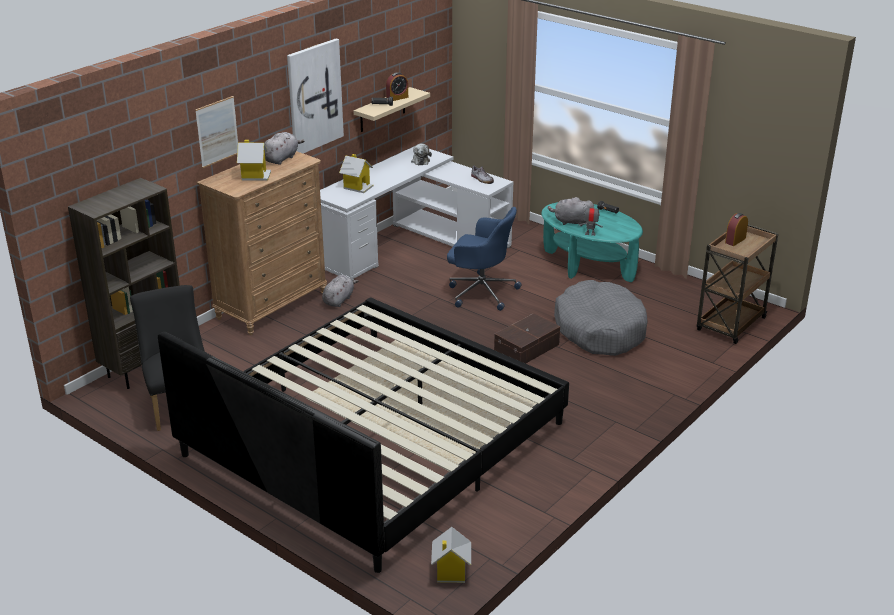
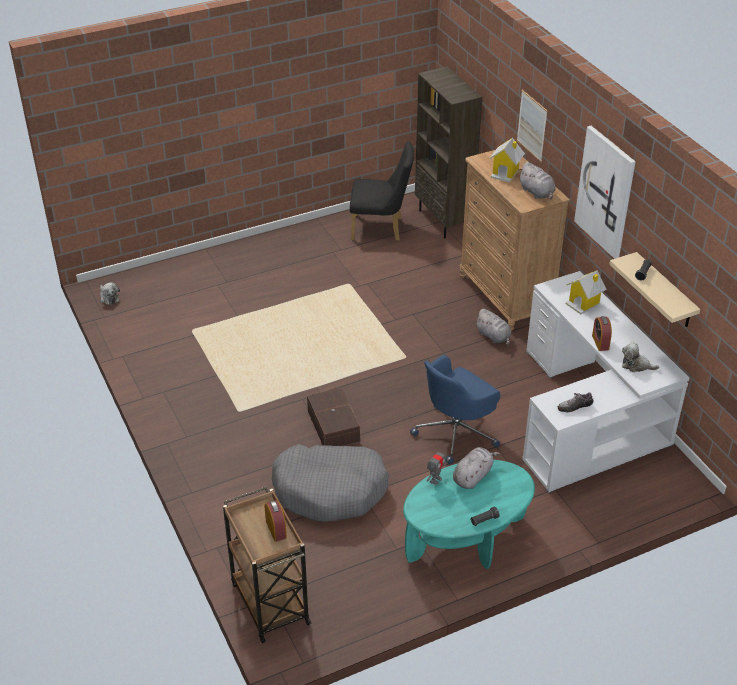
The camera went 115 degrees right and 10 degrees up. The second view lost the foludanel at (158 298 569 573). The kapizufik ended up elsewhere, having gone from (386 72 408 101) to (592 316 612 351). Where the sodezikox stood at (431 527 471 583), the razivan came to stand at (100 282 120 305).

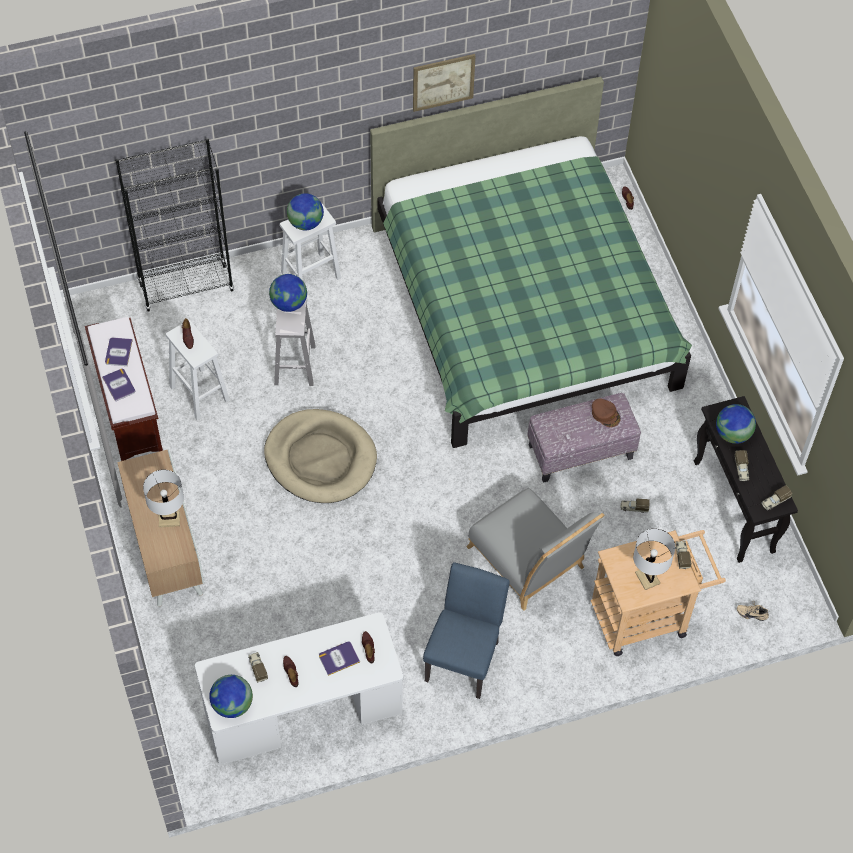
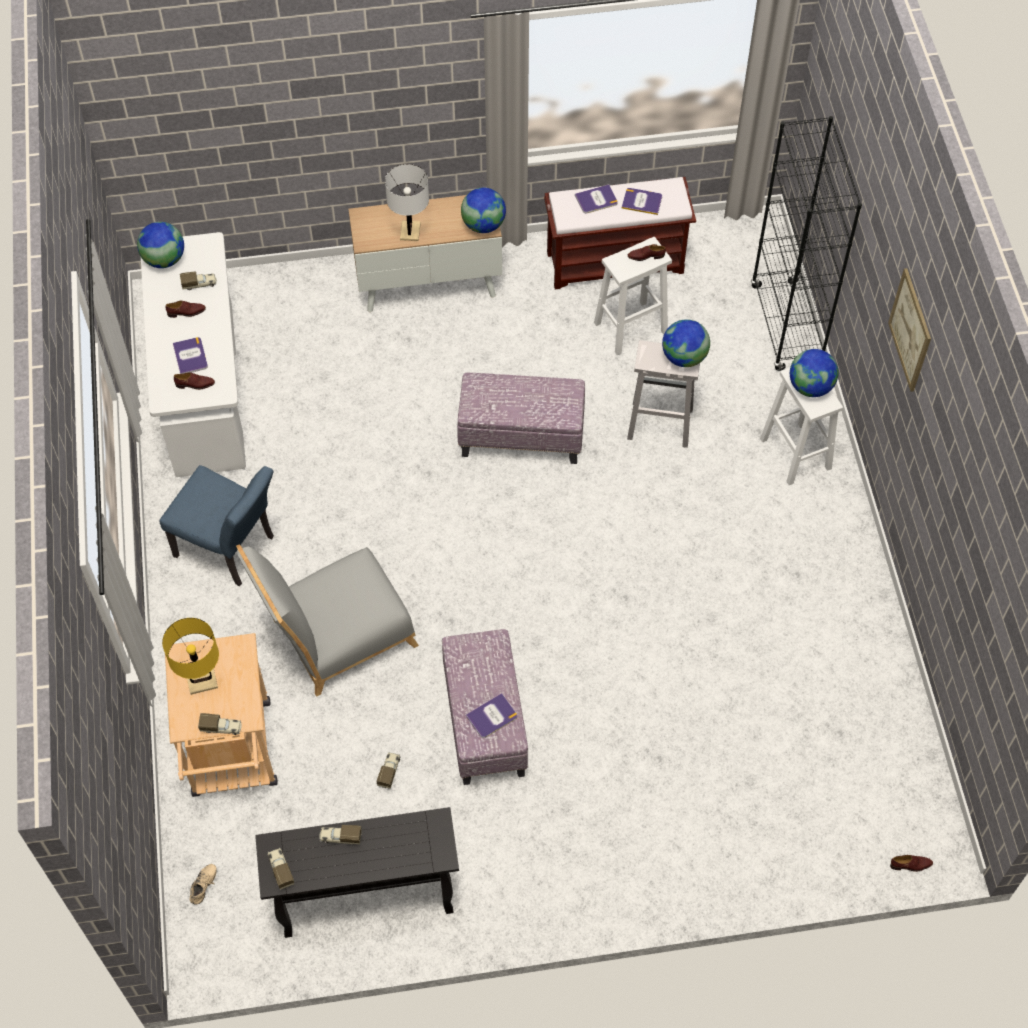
The camera went 100 degrees right and 0 degrees up. Where the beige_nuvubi stood at (264 409 377 503), the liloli came to stand at (457 373 585 464). The second view lost the green_foludanel at (370 76 692 448). The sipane ended up elsewhere, having gone from (413 54 476 112) to (888 268 931 392). Where the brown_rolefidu stood at (592 398 621 427), the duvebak came to stand at (466 693 517 738). What was the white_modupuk at (633 528 675 590) turned into the yellow_modupuk at (162 618 219 695). The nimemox ended up elsewhere, having gone from (716 404 756 444) to (461 188 506 233).

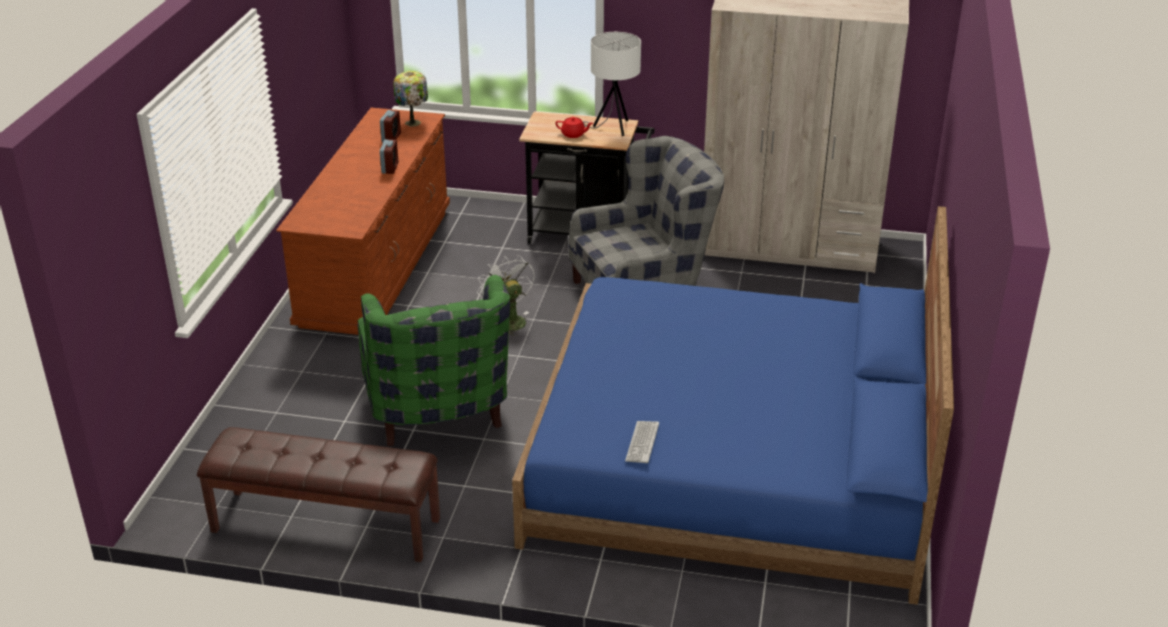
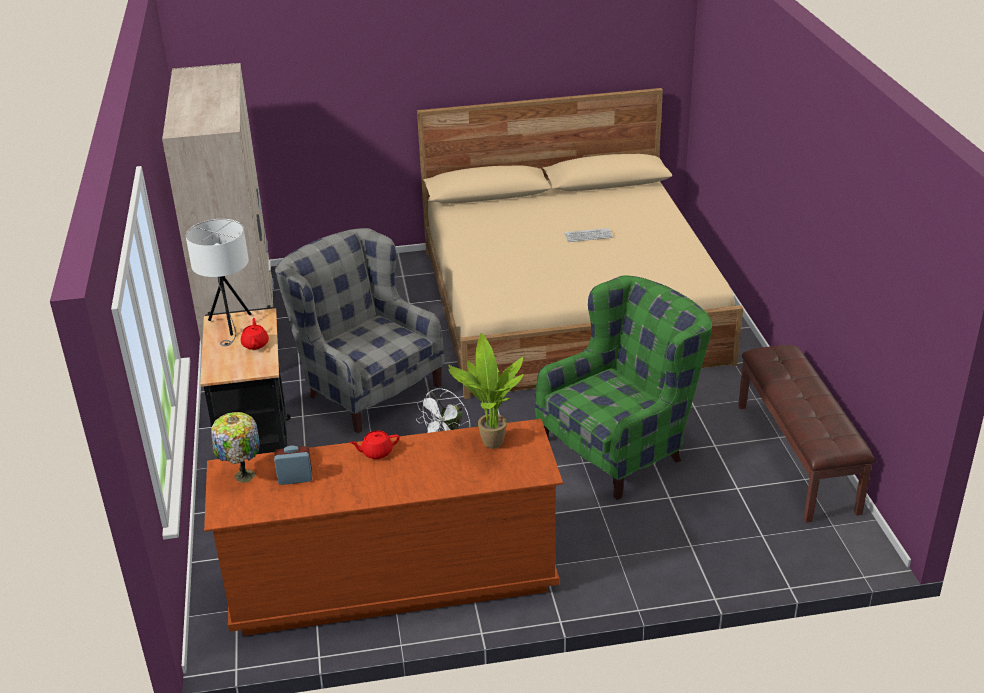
The camera went 110 degrees left and 0 degrees up. Where the kapizufik stood at (380 139 398 174), the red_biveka came to stand at (350 430 400 459). What was the blue_foludanel at (512 206 954 605) turned into the beige_foludanel at (417 88 743 399). The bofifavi ended up elsewhere, having gone from (625 421 659 463) to (564 228 613 242). The second view gained the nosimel at (448 333 523 449).

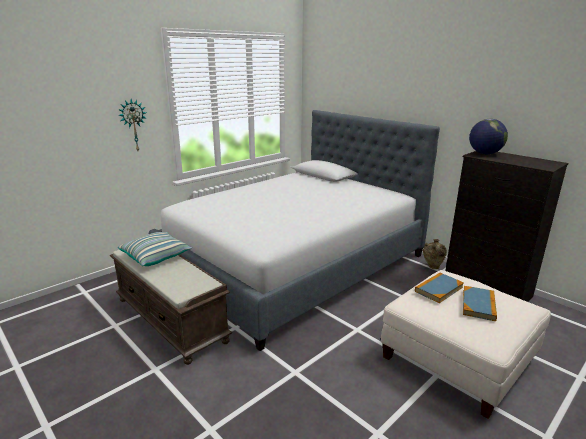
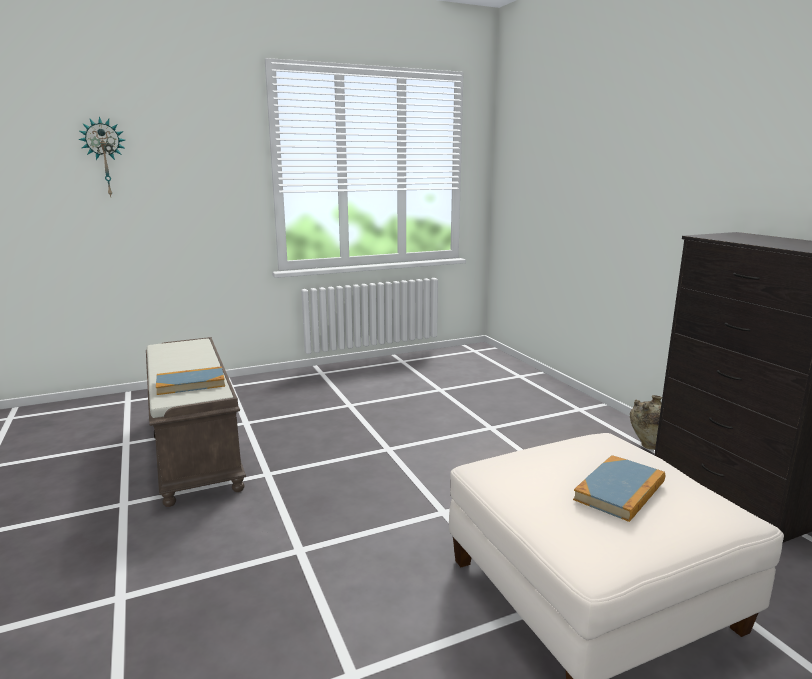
The camera went 20 degrees right and 5 degrees down. The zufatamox ended up elsewhere, having gone from (118 99 146 151) to (78 116 126 197). The second view lost the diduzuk at (118 232 192 266). The second view lost the foludanel at (149 110 440 351). The duvebak ended up elsewhere, having gone from (415 273 464 303) to (156 366 225 395). The second view lost the nimemox at (469 119 508 154).

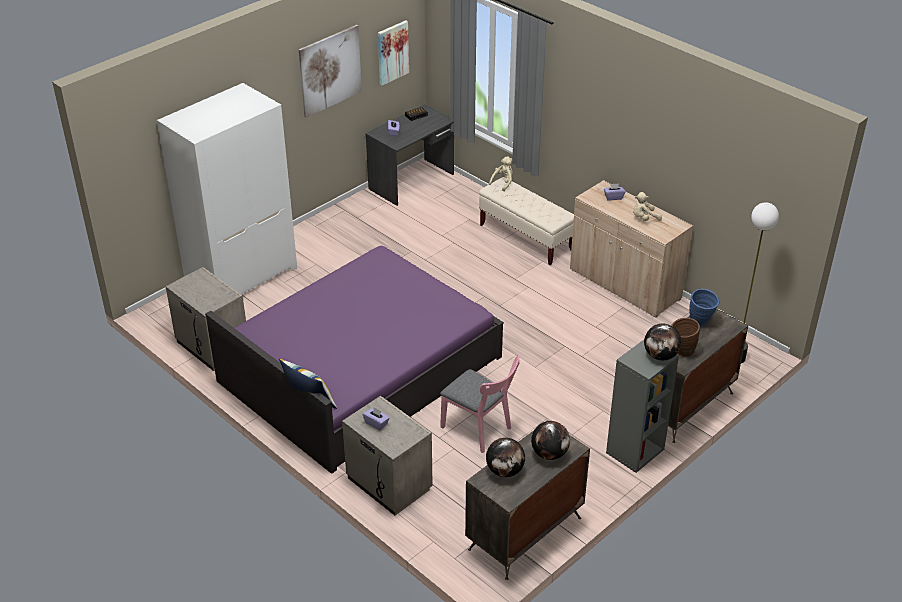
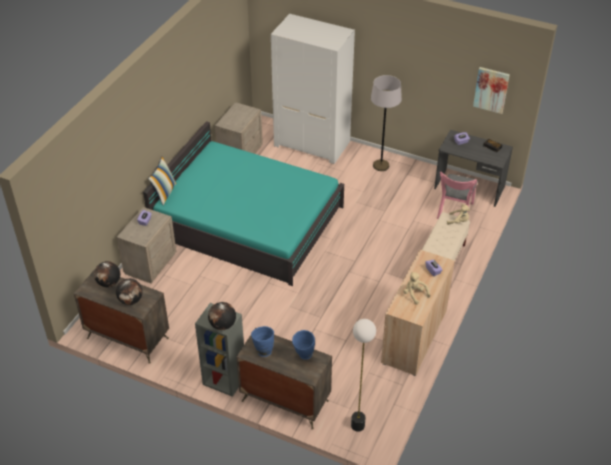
The camera went 70 degrees right and 5 degrees up. What was the purple_foludanel at (205 246 504 474) turned into the turquoise_foludanel at (143 121 345 286). The second view lost the sipane at (299 25 362 118). The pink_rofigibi ended up elsewhere, having gone from (440 355 520 453) to (437 172 478 219). What was the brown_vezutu at (671 318 700 357) turned into the blue_vezutu at (251 326 274 357). The second view gained the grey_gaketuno at (371 75 402 171).

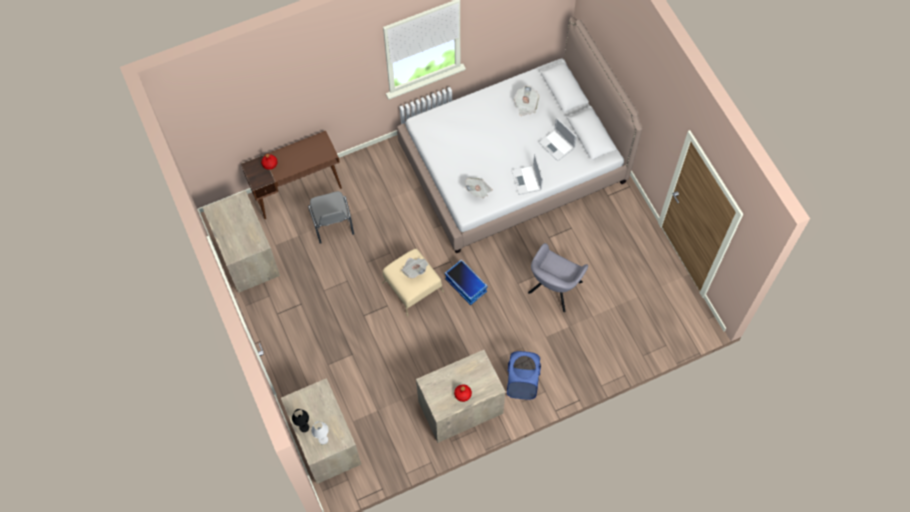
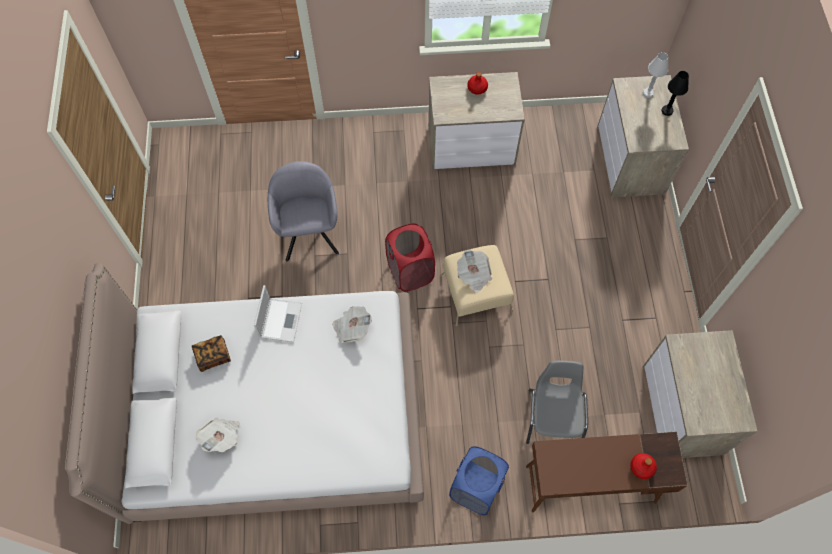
The camera went 160 degrees left and 0 degrees up. Where the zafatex stood at (445 259 488 305), the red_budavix came to stand at (385 223 435 292). The blue_budavix ended up elsewhere, having gone from (507 351 541 400) to (449 446 509 515). The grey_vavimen at (528 243 588 312) ended up facing another way, 60 degrees counterclockwise from before. Where the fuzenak stood at (538 117 577 161), the duvebak came to stand at (192 335 231 372).

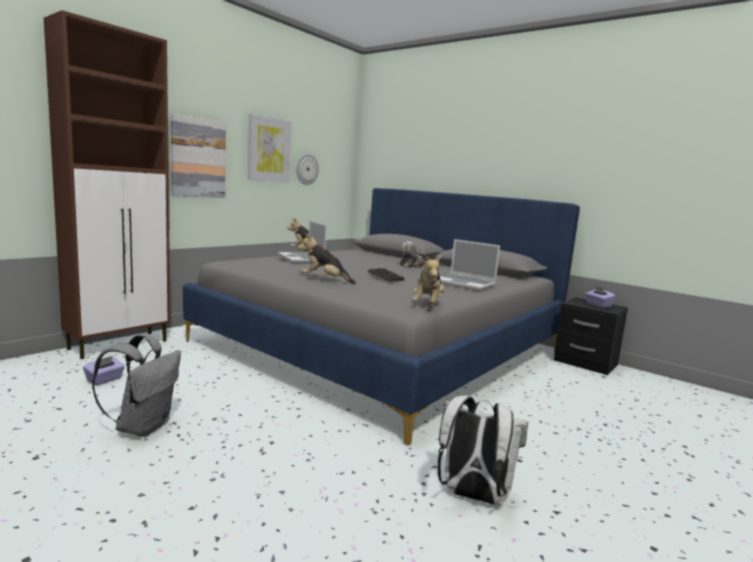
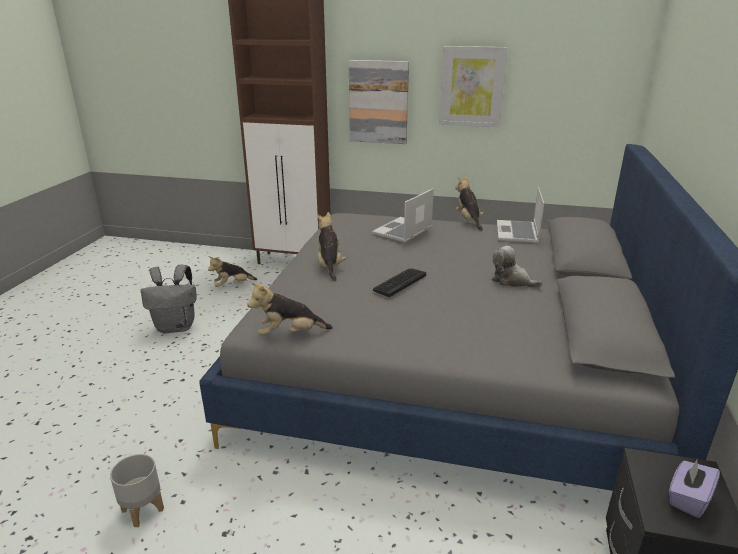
The camera went 65 degrees right and 15 degrees up. Where the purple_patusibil stood at (83 356 125 385), the razivan came to stand at (208 256 257 287). The second view lost the zufatamox at (296 154 319 185). Where the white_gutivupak stood at (438 395 528 505), the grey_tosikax came to stand at (110 454 164 527). The fuzenak ended up elsewhere, having gone from (440 239 500 291) to (497 187 544 243).

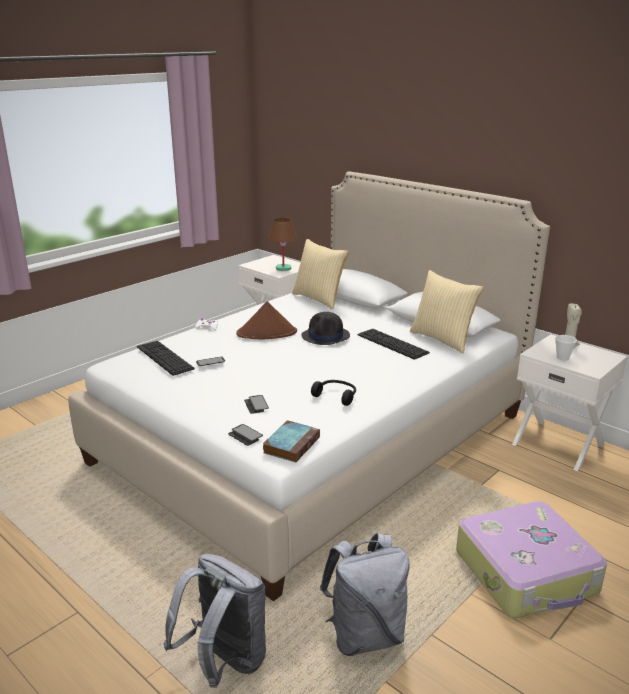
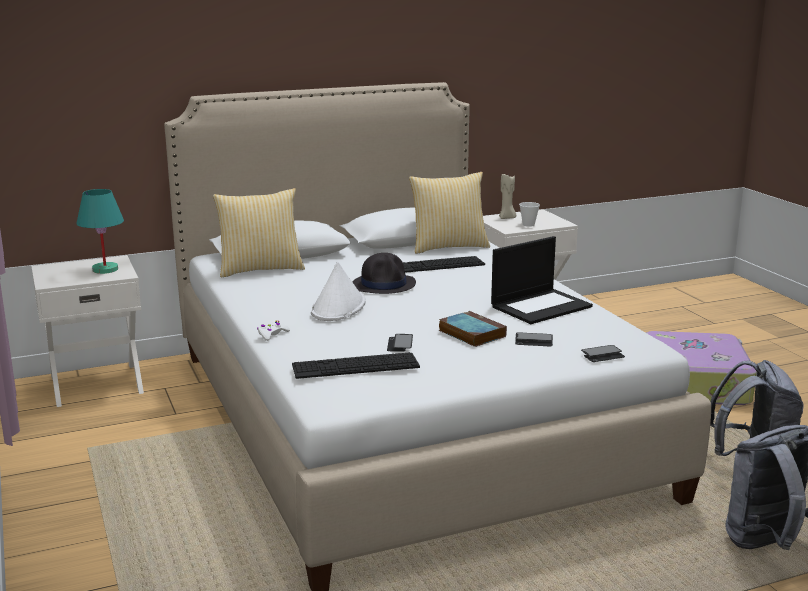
The camera went 65 degrees left and 5 degrees down. What was the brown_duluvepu at (236 301 297 339) turned into the white_duluvepu at (311 262 366 321). The duvebak ended up elsewhere, having gone from (263 420 320 462) to (439 311 507 347). What was the brown_modupuk at (269 218 297 271) turned into the turquoise_modupuk at (76 189 124 274). Where the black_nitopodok stood at (311 380 356 406), the fuzenak came to stand at (491 236 593 324).

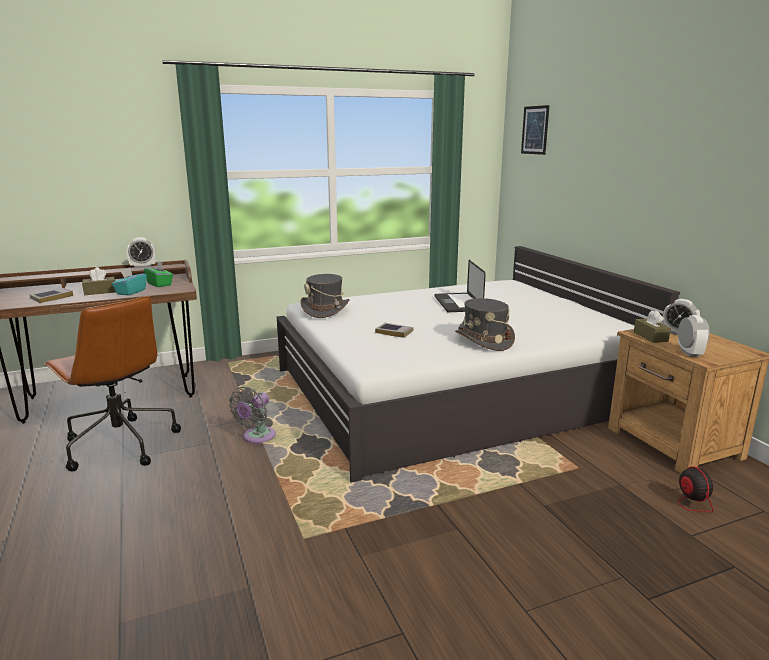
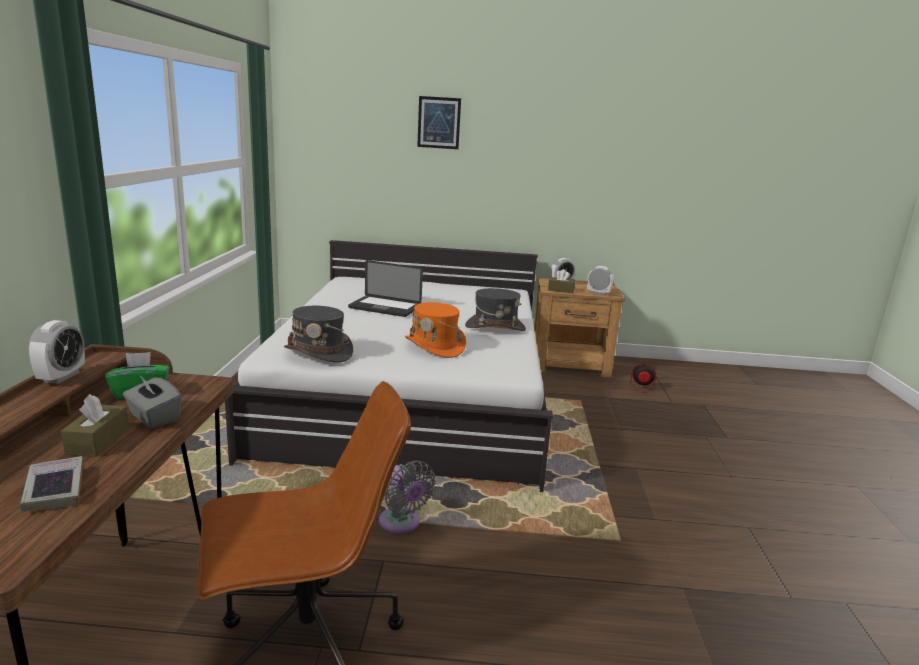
The camera went 65 degrees left and 0 degrees up. What was the turquoise_patusibil at (112 268 147 296) turned into the grey_patusibil at (123 376 182 429). Where the duvebak stood at (375 323 413 338), the orange_duluvepu came to stand at (405 302 466 358). The sipane ended up elsewhere, having gone from (521 105 549 155) to (417 96 461 149).

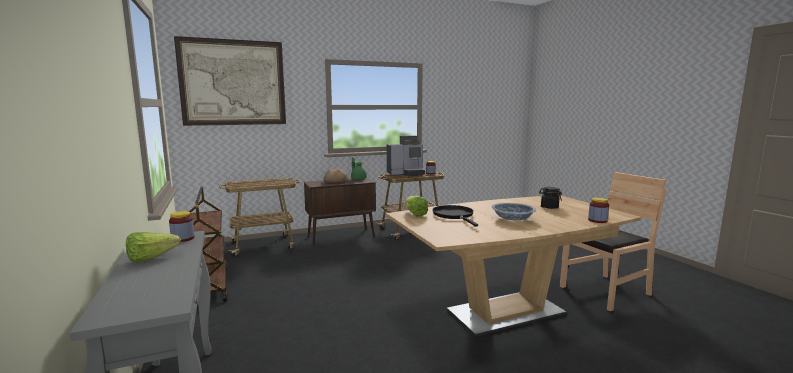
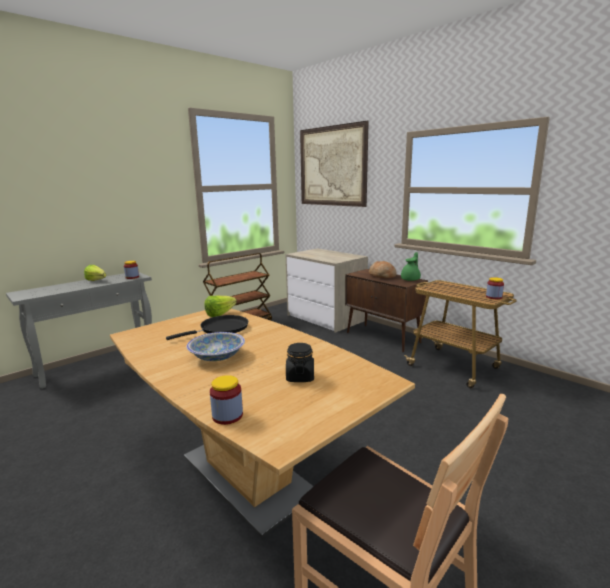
The camera went 70 degrees right and 5 degrees up. Where the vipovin stood at (219 178 300 257), the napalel came to stand at (285 248 368 333). The second view lost the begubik at (387 135 425 176).

